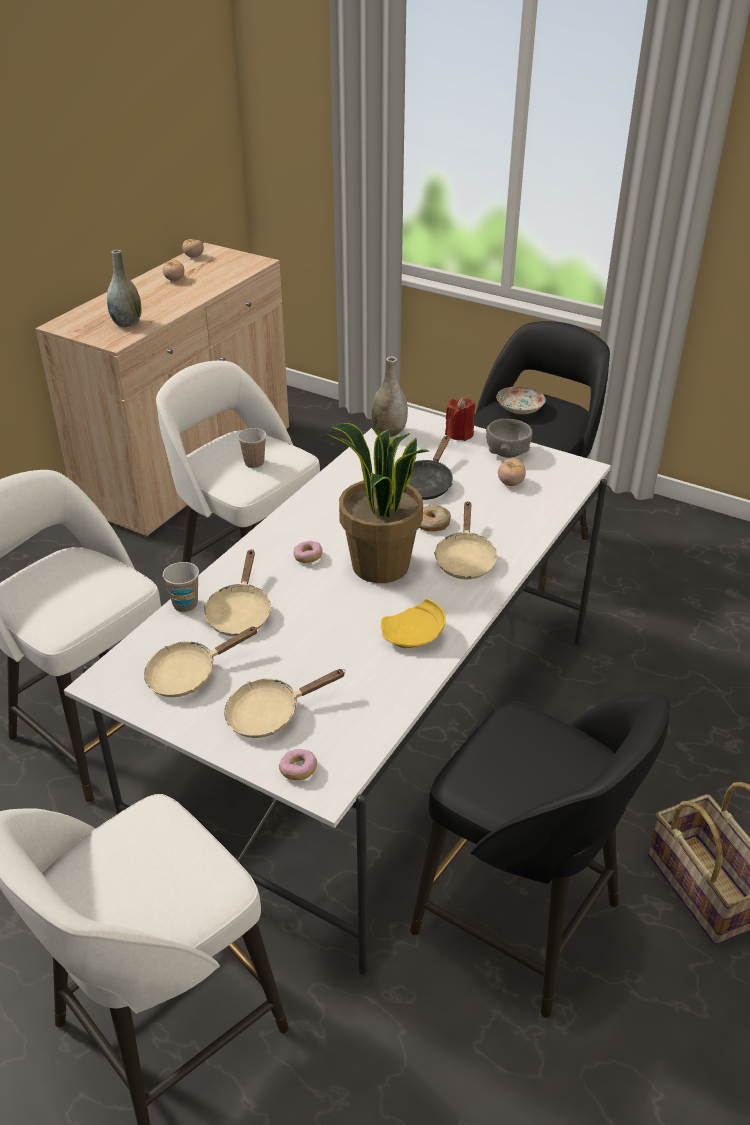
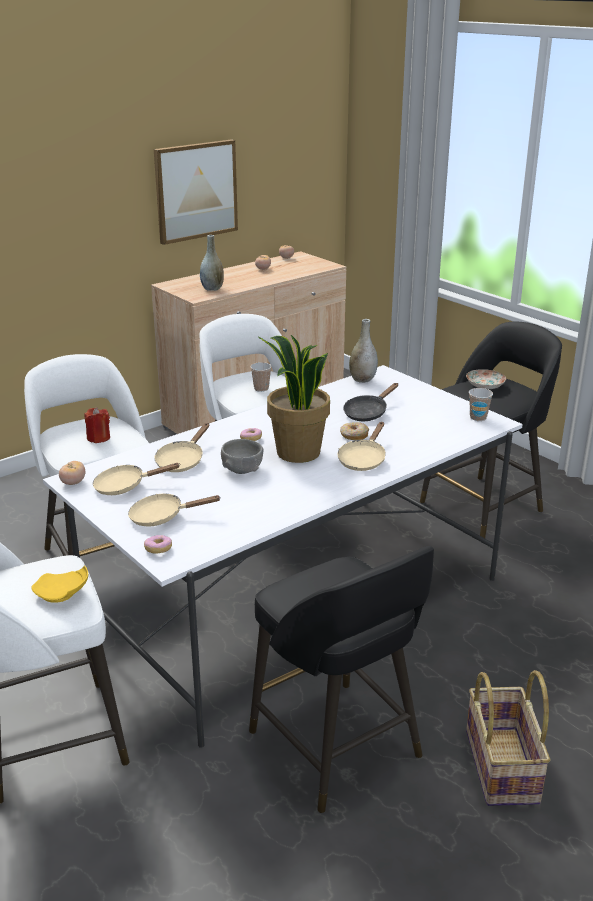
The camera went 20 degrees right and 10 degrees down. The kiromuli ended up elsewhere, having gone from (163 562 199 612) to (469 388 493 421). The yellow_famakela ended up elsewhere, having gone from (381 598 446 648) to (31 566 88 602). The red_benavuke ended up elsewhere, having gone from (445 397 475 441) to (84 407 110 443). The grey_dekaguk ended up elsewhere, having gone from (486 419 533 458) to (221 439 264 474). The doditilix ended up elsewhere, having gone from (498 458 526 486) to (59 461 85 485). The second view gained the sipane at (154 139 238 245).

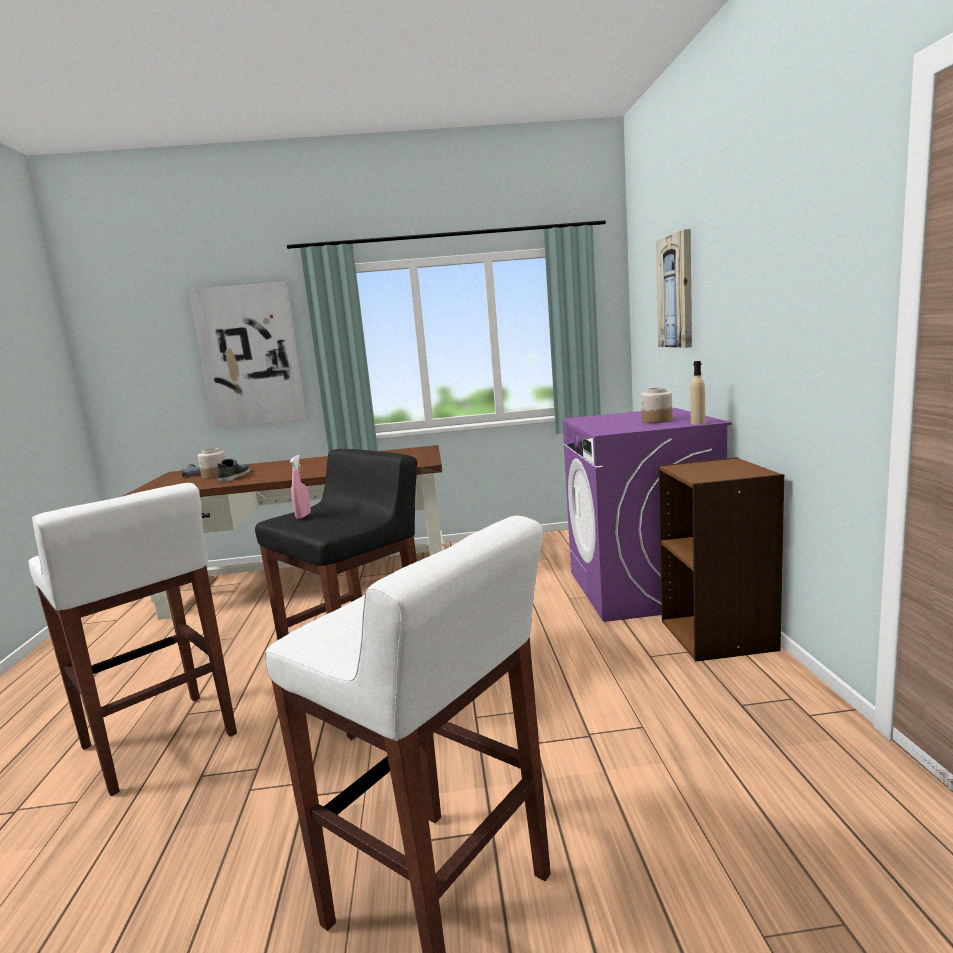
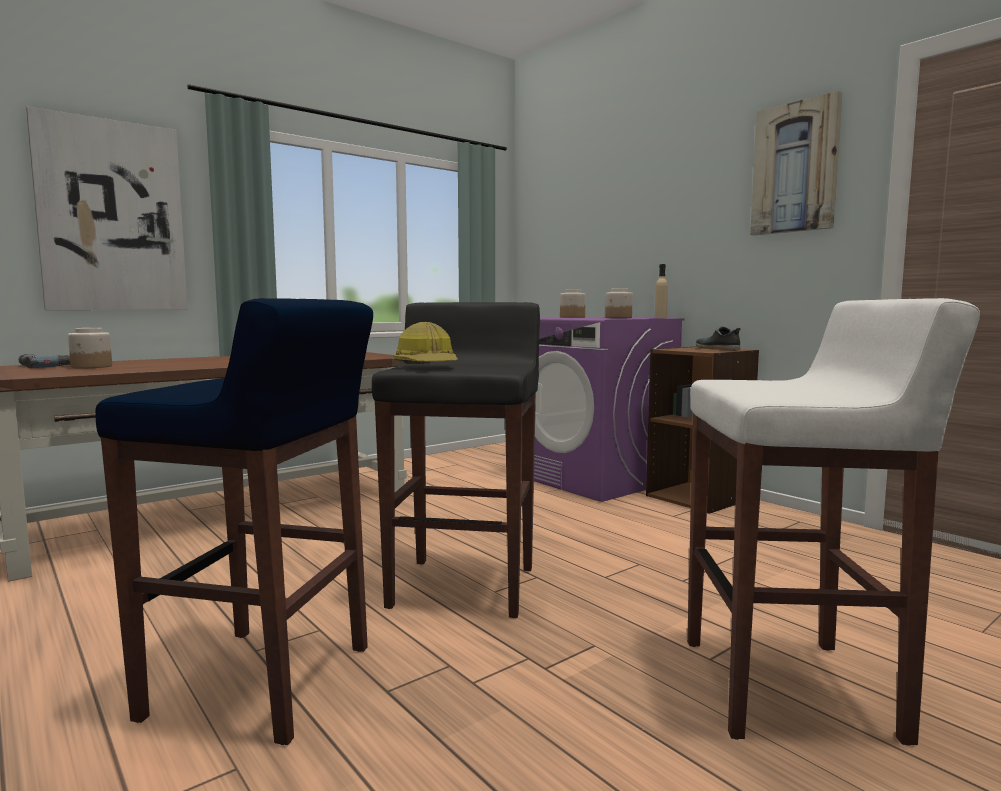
The camera went 35 degrees left and 5 degrees down. What was the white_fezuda at (28 483 237 796) turned into the blue_fezuda at (95 298 373 745). The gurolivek ended up elsewhere, having gone from (217 458 250 482) to (695 326 741 350). Where the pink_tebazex stood at (290 455 311 519), the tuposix came to stand at (393 322 458 364). The sipane ended up elsewhere, having gone from (656 229 692 348) to (750 91 842 235). The second view gained the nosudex at (560 289 586 318).

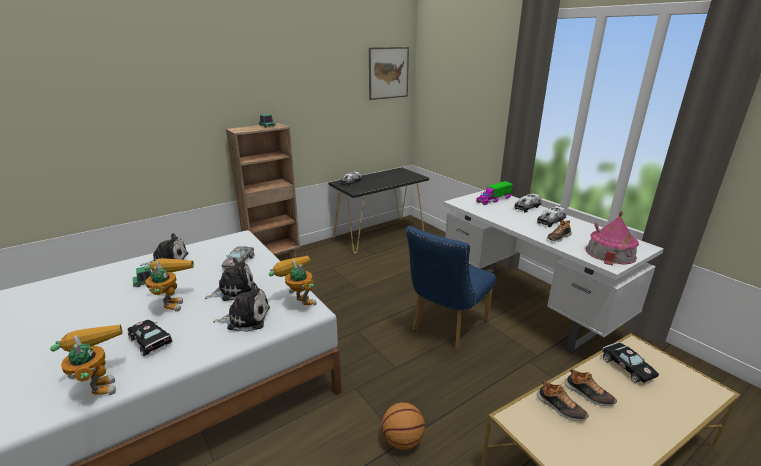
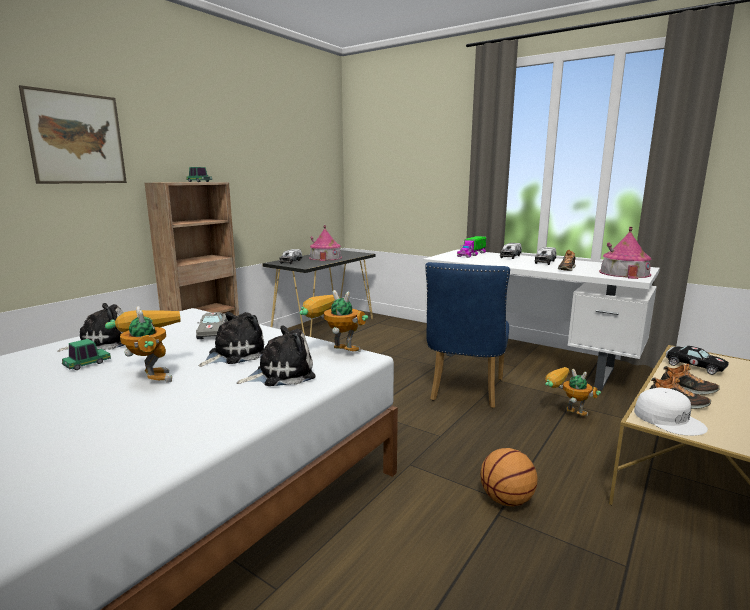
The camera went 20 degrees left and 10 degrees down. The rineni ended up elsewhere, having gone from (50 325 123 395) to (545 367 601 416). The second view lost the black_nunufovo at (128 320 172 356). The sipane ended up elsewhere, having gone from (369 47 409 100) to (19 85 127 184). The second view gained the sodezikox at (309 225 342 261). The second view gained the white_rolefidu at (634 387 708 436).

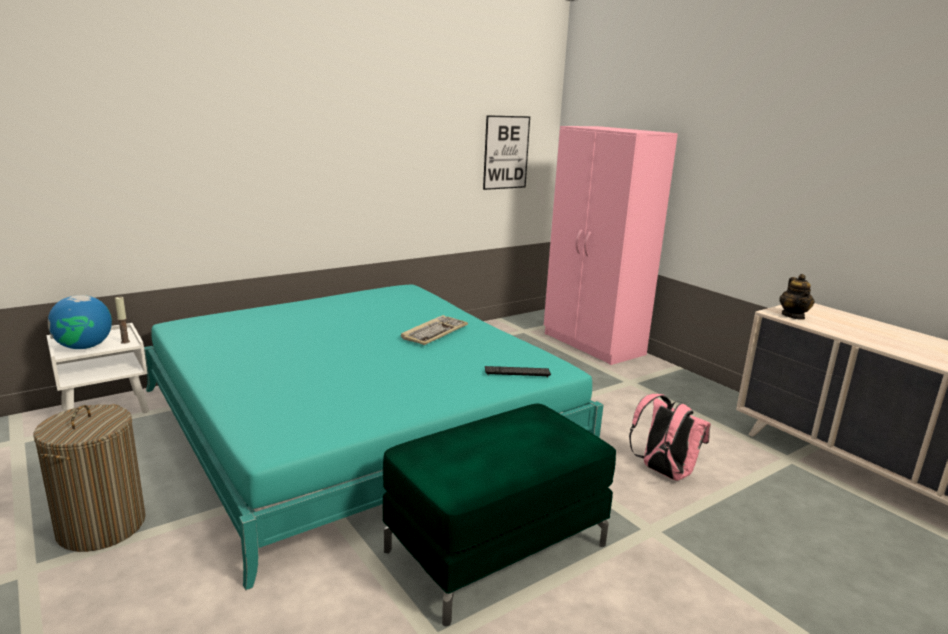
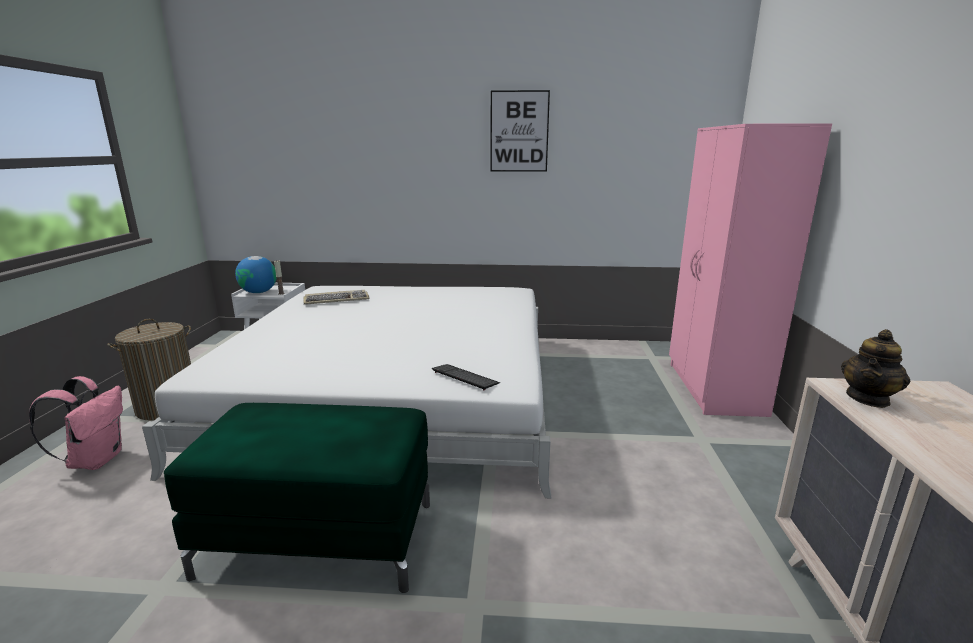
The camera went 40 degrees right and 0 degrees up. What was the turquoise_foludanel at (144 285 604 590) turned into the white_foludanel at (142 286 551 499). The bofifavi ended up elsewhere, having gone from (401 315 468 345) to (303 290 369 305). The sipane ended up elsewhere, having gone from (483 115 530 190) to (490 90 550 172). The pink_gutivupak ended up elsewhere, having gone from (629 394 711 481) to (29 376 123 470).

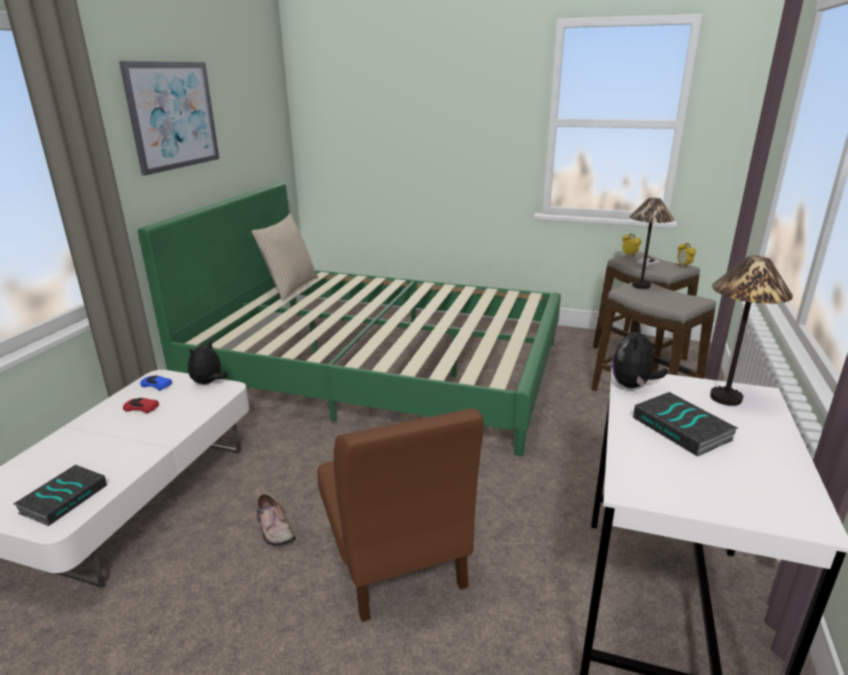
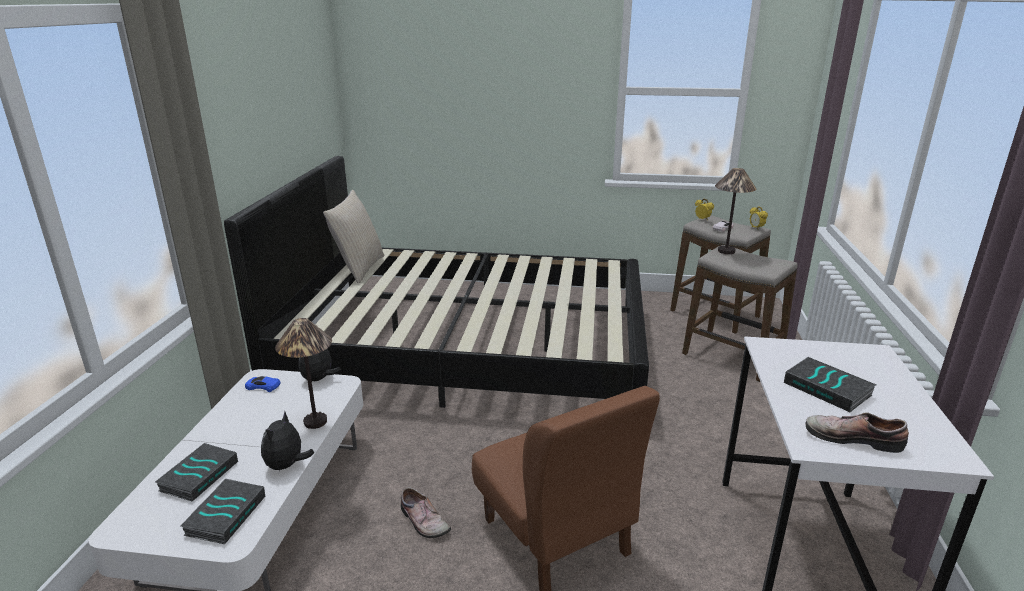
The camera went 10 degrees left and 0 degrees up. The second view lost the sipane at (119 61 219 176). The second view lost the red_nunufovo at (123 398 159 414). What was the green_foludanel at (138 182 561 456) turned into the black_foludanel at (224 156 649 408). The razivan ended up elsewhere, having gone from (612 324 668 388) to (261 411 314 471). The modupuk ended up elsewhere, having gone from (710 256 793 406) to (275 318 332 429). The second view gained the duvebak at (155 443 238 502). The second view gained the gurolivek at (805 412 909 453).

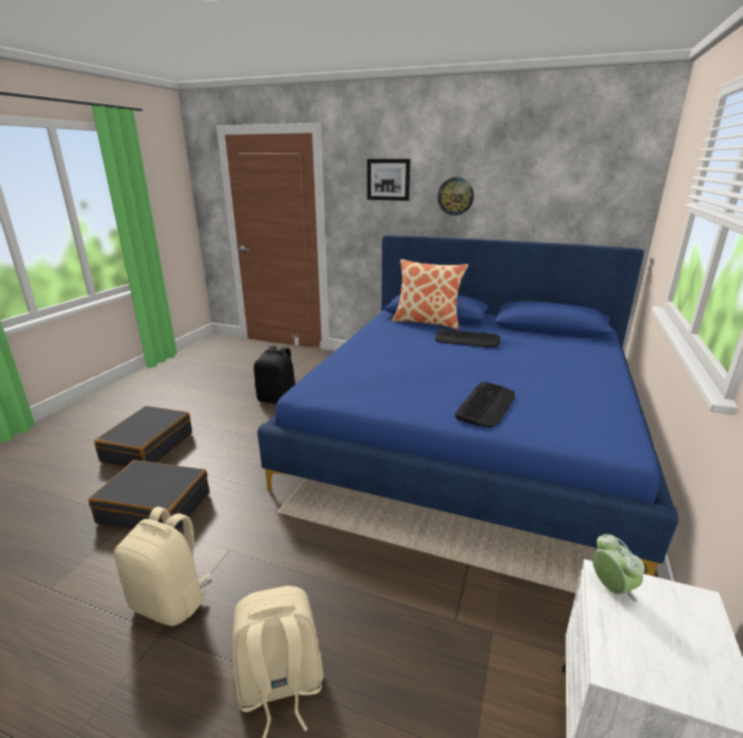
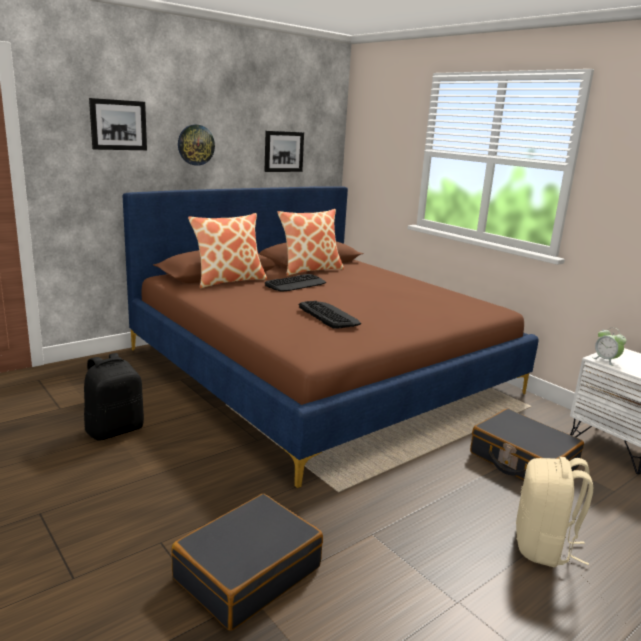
The camera went 60 degrees left and 5 degrees down. The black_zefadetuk ended up elsewhere, having gone from (94 406 192 467) to (470 409 584 480). The second view lost the beige_gutivupak at (114 507 211 626). What was the blue_foludanel at (257 235 678 576) turned into the brown_foludanel at (123 186 539 488). The bofifavi ended up elsewhere, having gone from (455 382 515 428) to (299 301 361 329). The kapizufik at (592 534 645 602) ended up facing another way, 135 degrees counterclockwise from before. The second view gained the sipane at (264 131 304 172). The second view gained the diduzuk at (278 209 344 276).

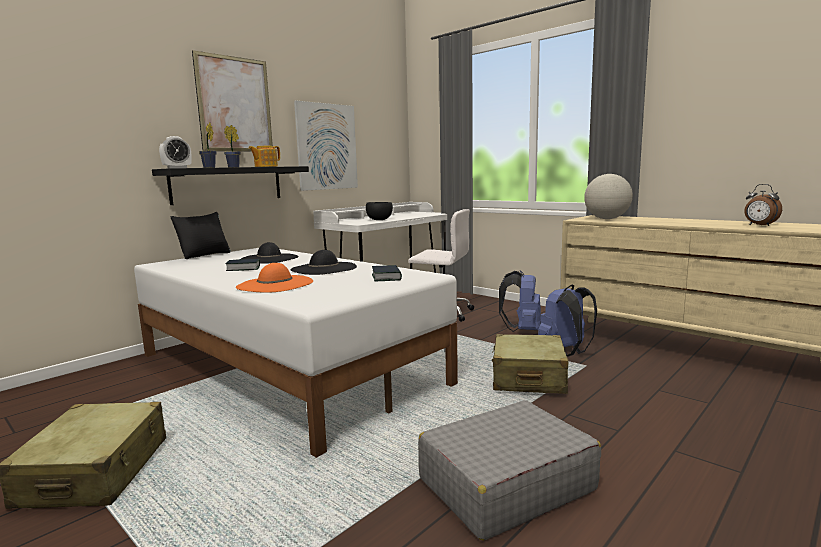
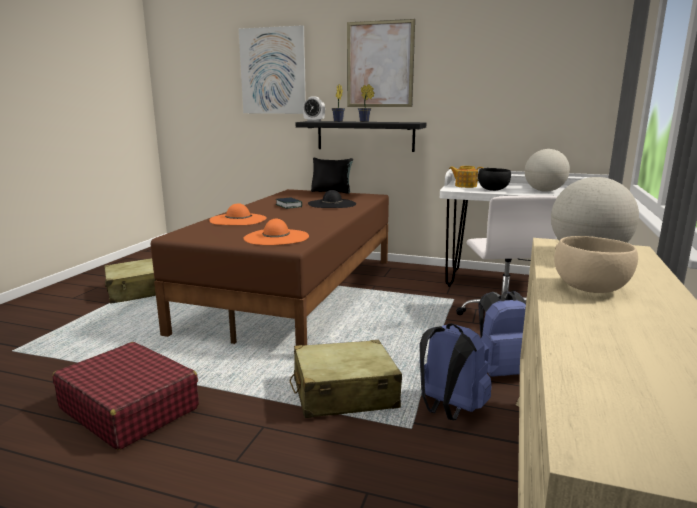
The camera went 65 degrees right and 5 degrees up. What was the white_foludanel at (134 248 458 458) turned into the brown_foludanel at (151 189 389 346). The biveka ended up elsewhere, having gone from (248 146 280 167) to (449 166 483 188). The second view lost the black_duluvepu at (291 250 357 275). The sipane ended up elsewhere, having gone from (294 100 358 191) to (239 25 306 114). Where the duvebak stood at (372 265 402 281), the orange_duluvepu came to stand at (243 219 309 245). What was the grey_zefadetuk at (418 400 601 541) turned into the red_zefadetuk at (52 342 199 450). The second view lost the kapizufik at (744 184 782 226). The second view gained the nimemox at (525 149 570 192). The second view gained the beige_dekaguk at (554 236 638 293).

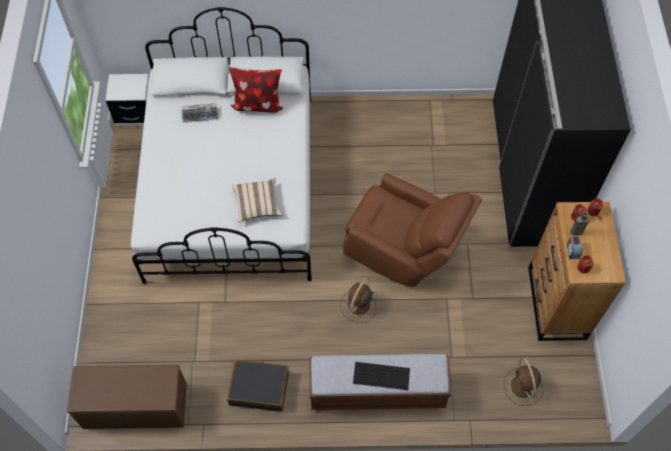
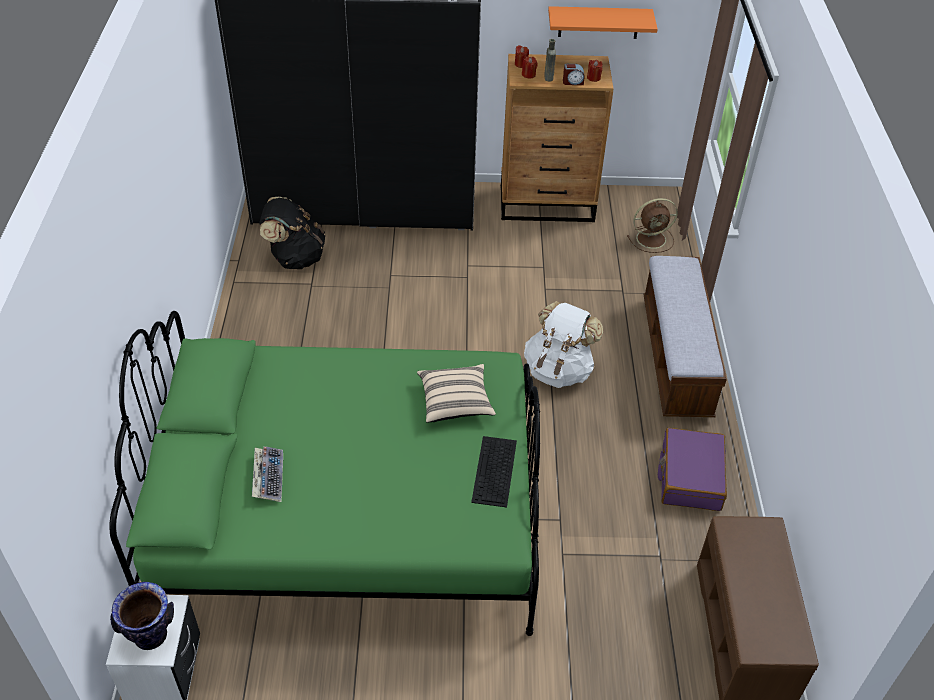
The camera went 90 degrees left and 15 degrees down. What was the white_foludanel at (131 7 312 284) turned into the green_foludanel at (110 311 540 636). What was the black_zefadetuk at (227 360 289 412) turned into the purple_zefadetuk at (658 428 727 511). The second view lost the diduzuk at (229 67 283 113). Where the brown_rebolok stood at (340 277 376 323), the white_gutivupak came to stand at (524 301 603 388). The second view lost the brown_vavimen at (343 173 482 287). The bofifavi ended up elsewhere, having gone from (353 362 410 390) to (471 436 517 508). The second view gained the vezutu at (110 582 174 650). The second view gained the black_gutivupak at (259 197 325 269). The second view gained the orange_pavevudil at (548 6 658 39).

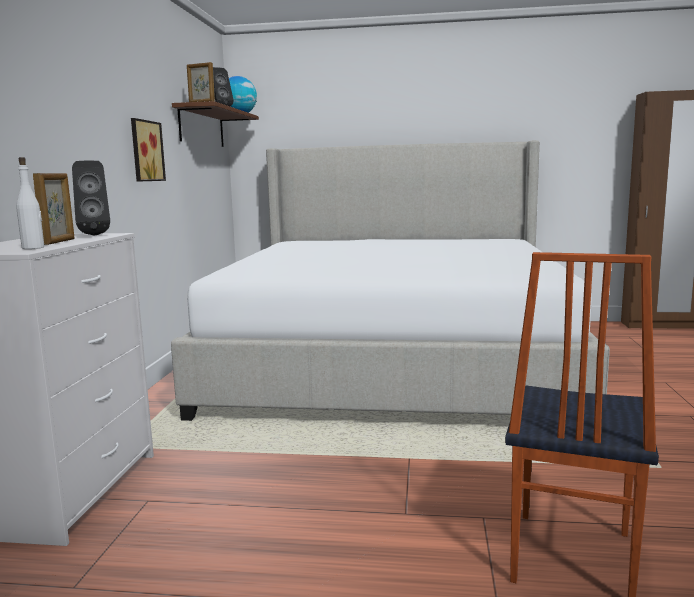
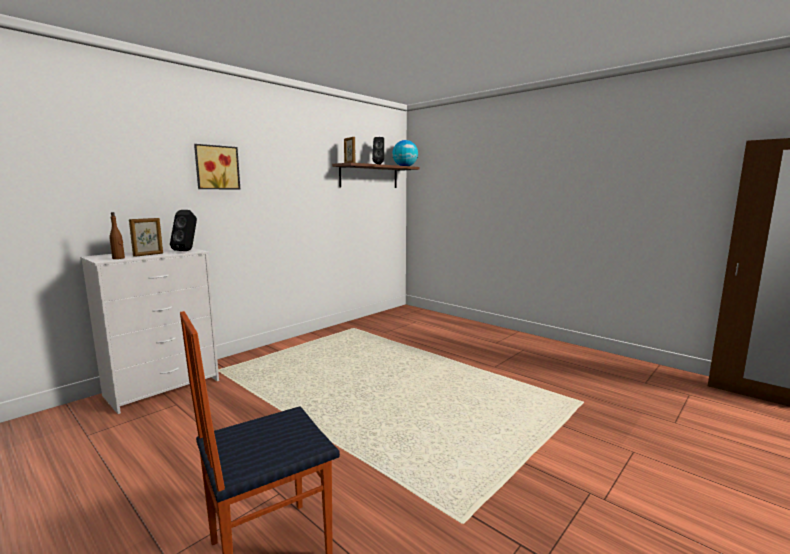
The camera went 35 degrees right and 0 degrees up. What was the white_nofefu at (16 157 45 249) turned into the brown_nofefu at (109 212 125 259). The sipane ended up elsewhere, having gone from (131 118 166 182) to (194 144 240 189). The second view lost the foludanel at (171 140 610 421).

